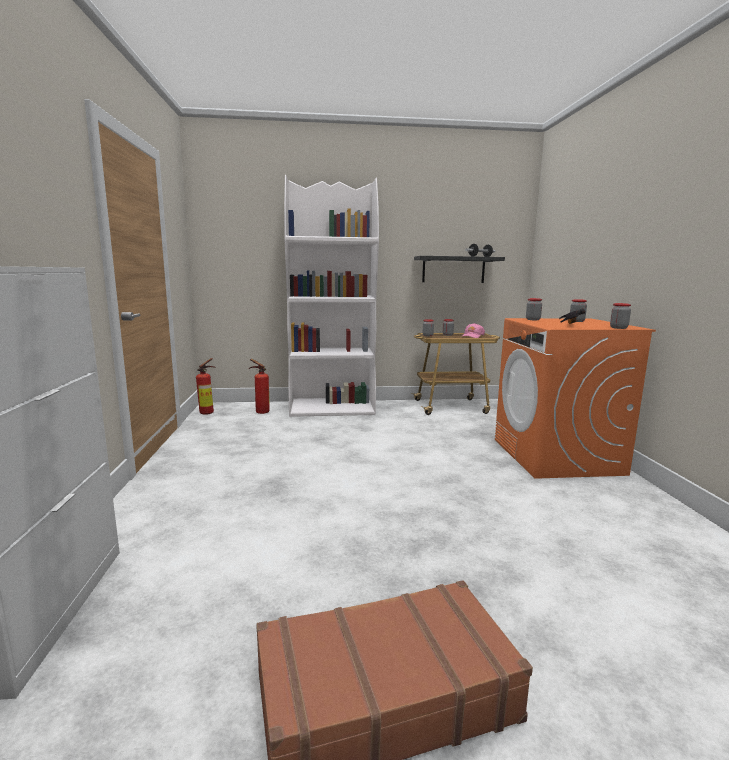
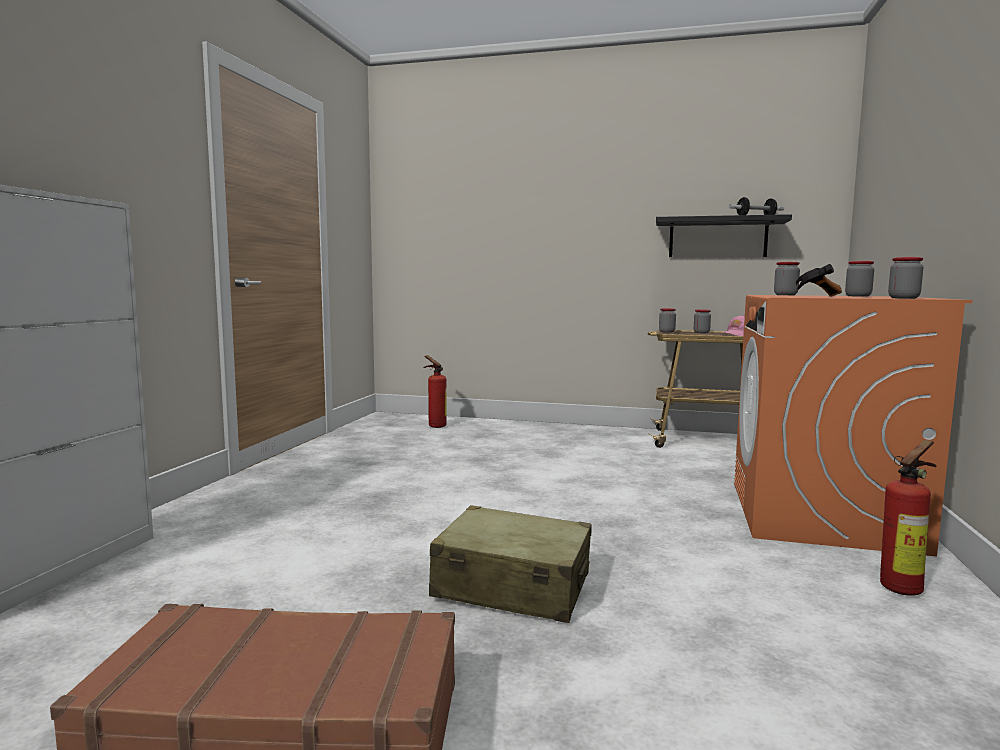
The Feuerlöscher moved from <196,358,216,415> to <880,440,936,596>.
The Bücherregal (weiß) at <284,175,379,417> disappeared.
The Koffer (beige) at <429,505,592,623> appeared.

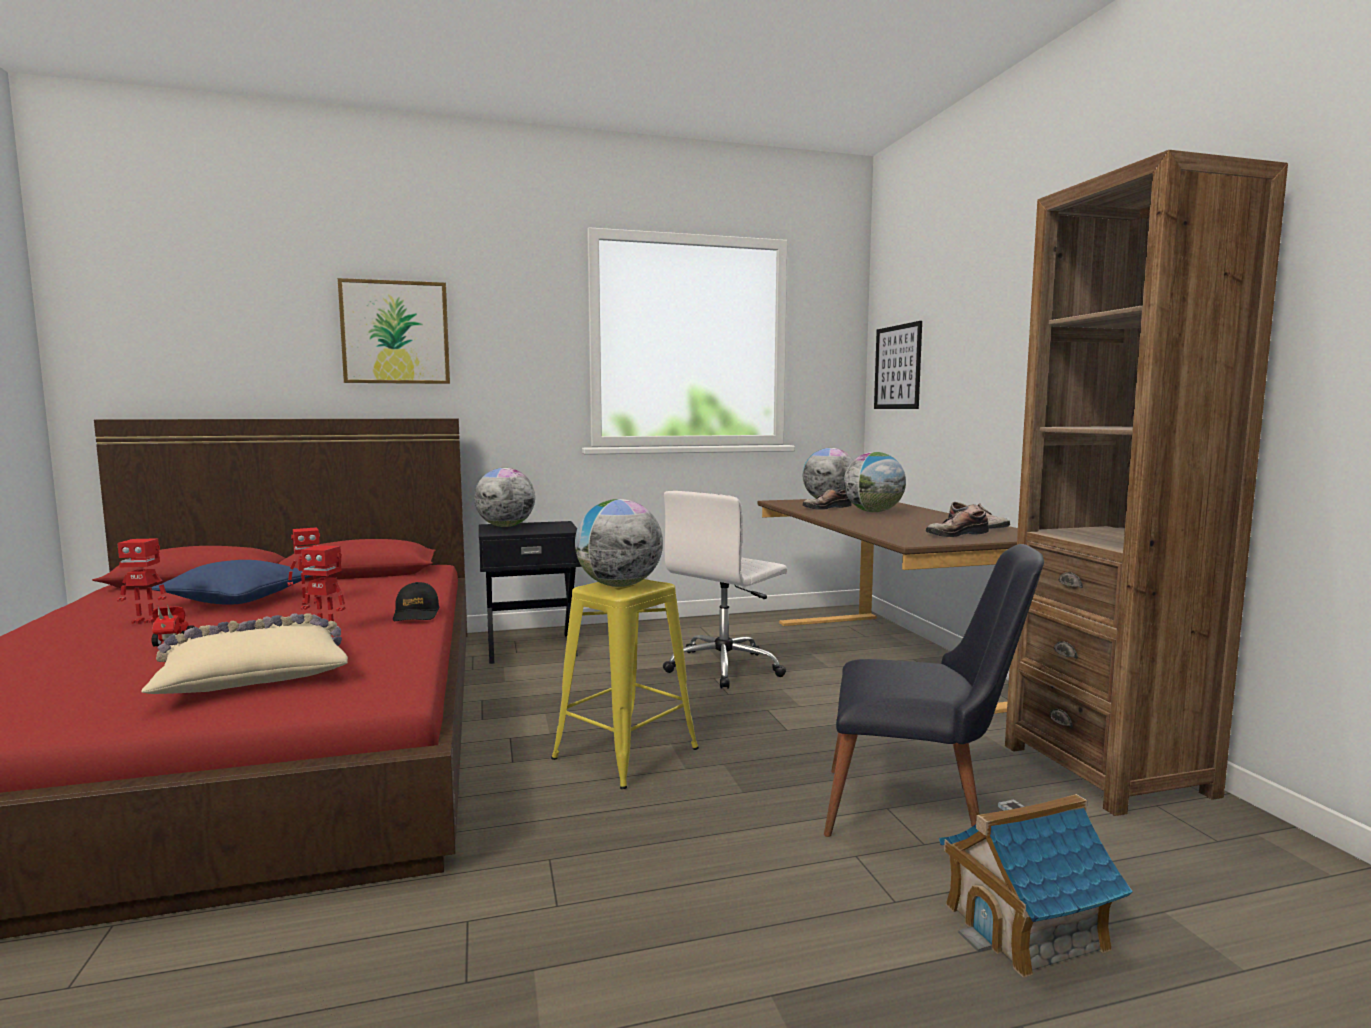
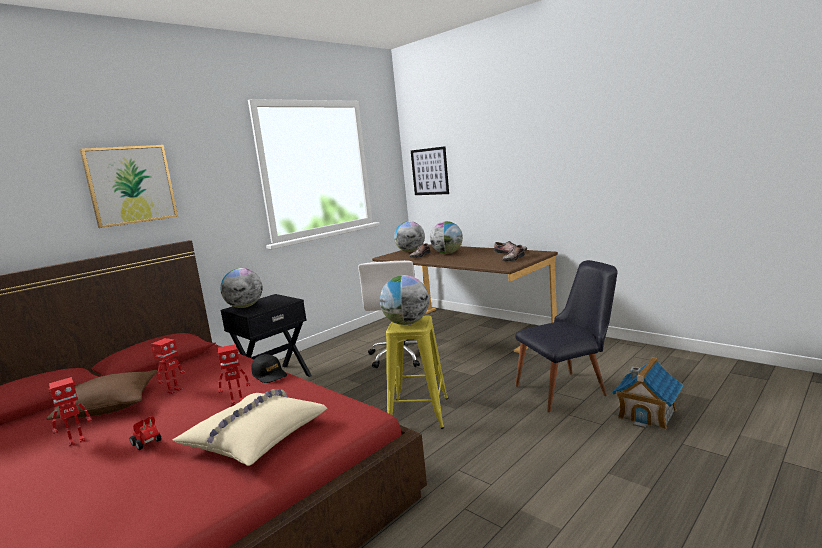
The Kissen (blau) at <152,560,312,605> became the Kissen (braun) at <46,370,157,420>.
The Bücherregal (braun) at <1005,150,1288,816> disappeared.

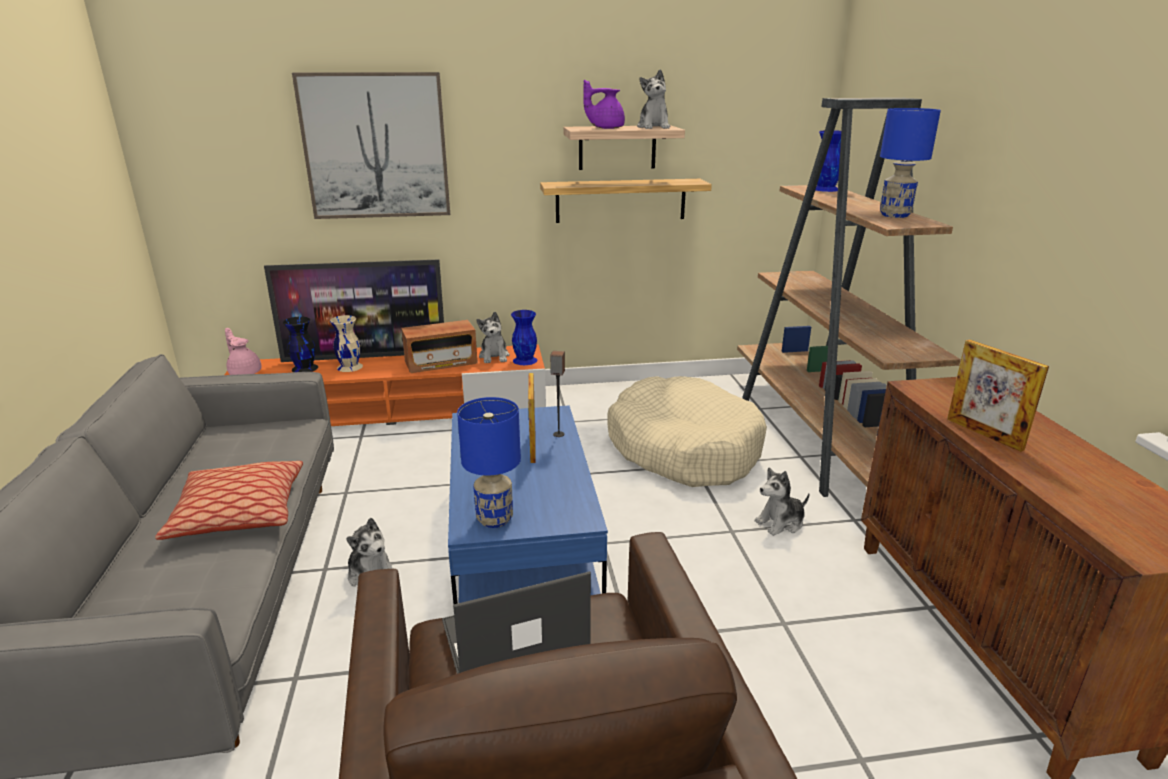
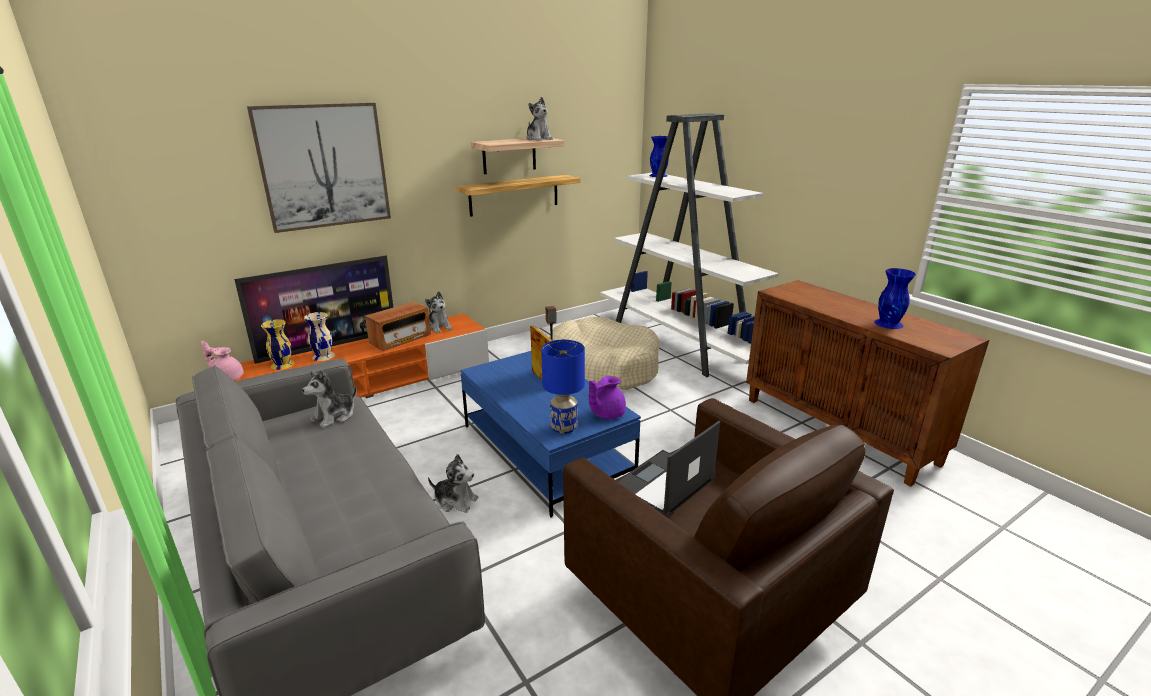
The Kissen at <155,461,303,540> disappeared.
The Vase (schwarz) at <283,317,318,372> became the Vase (gelb) at <261,319,295,370>.
The Vase (blau) moved from <511,310,537,365> to <874,268,916,329>.
The Teekanne (lila) moved from <583,80,625,129> to <589,376,626,419>.
The Bücherregal (braun) at <737,98,961,497> became the Bücherregal (weiß) at <600,113,779,377>.
The Plüschtier moved from <755,467,810,536> to <302,370,357,428>.
The Tischlampe (blau) at <880,108,941,218> disappeared.
The Bilderrahmen at <947,339,1049,452> disappeared.

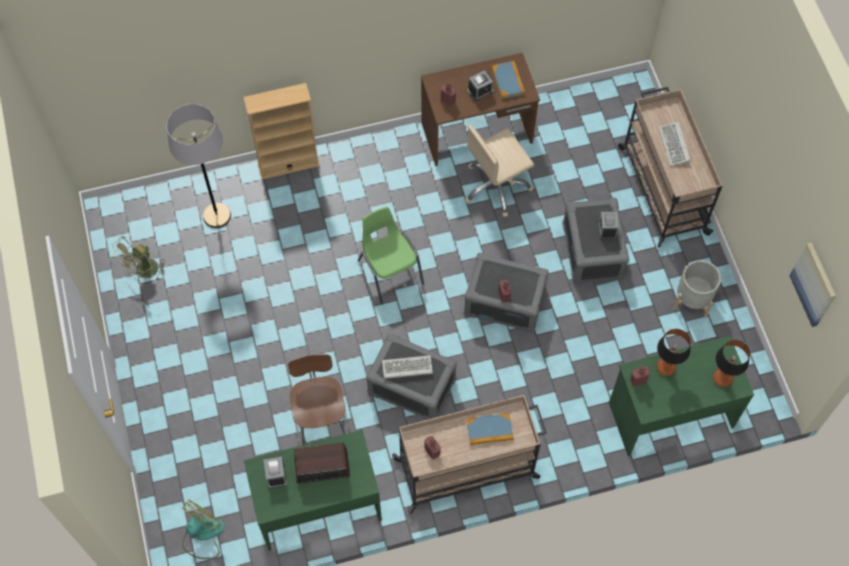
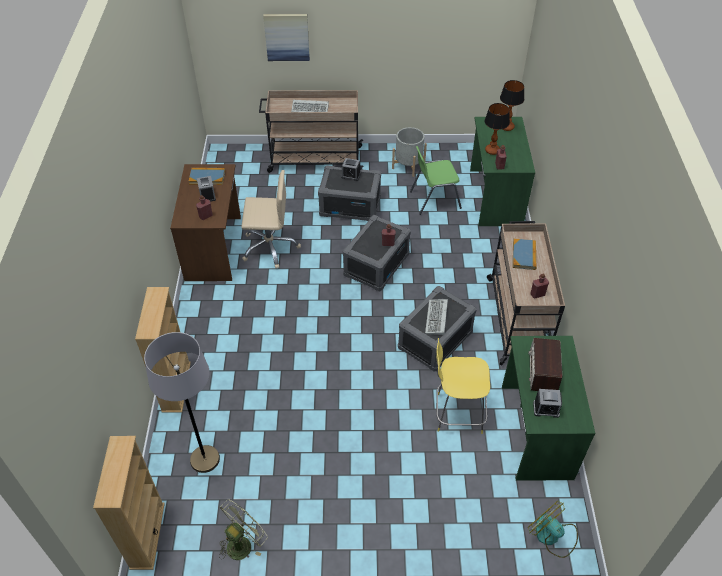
The Ventilator (grün) at <113,236,165,282> turned 105 degrees counterclockwise.
The Hocker (braun) at <288,354,348,445> became the Hocker (gelb) at <436,338,490,434>.
The Stuhl (grün) moved from <358,207,424,304> to <410,146,462,215>.
The Bürostuhl (beige) at <465,125,534,217> turned 75 degrees counterclockwise.
The Bild moved from <789,242,836,327> to <263,14,310,61>.
The Bücherregal (beige) at <93,436,165,570> appeared.

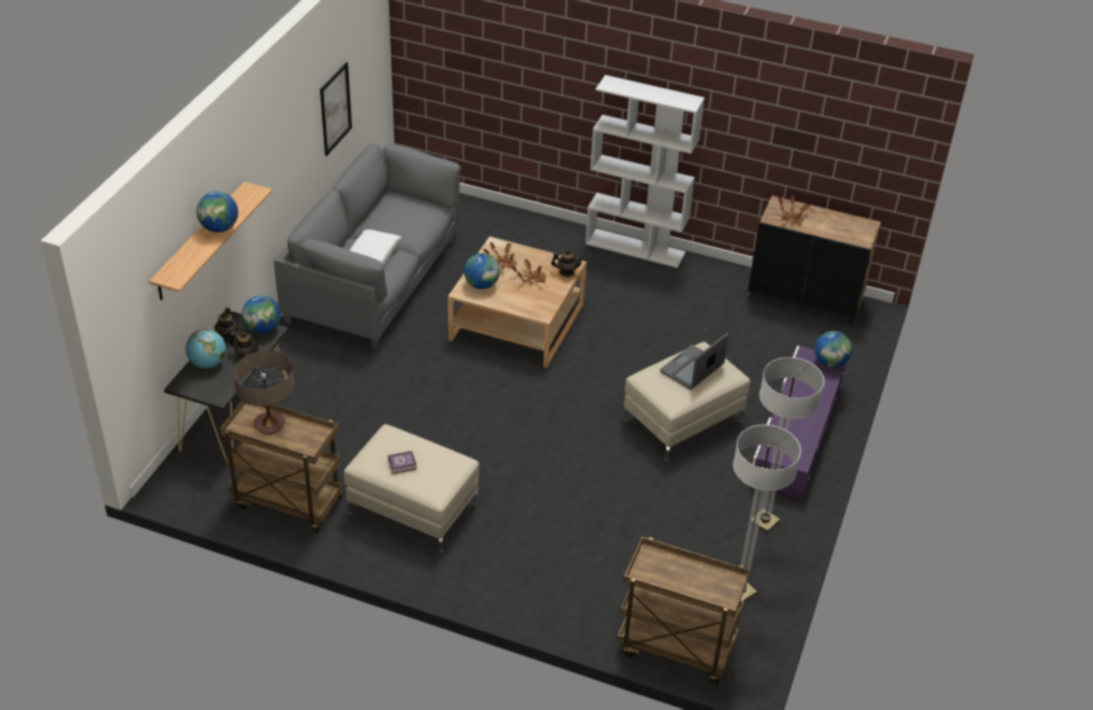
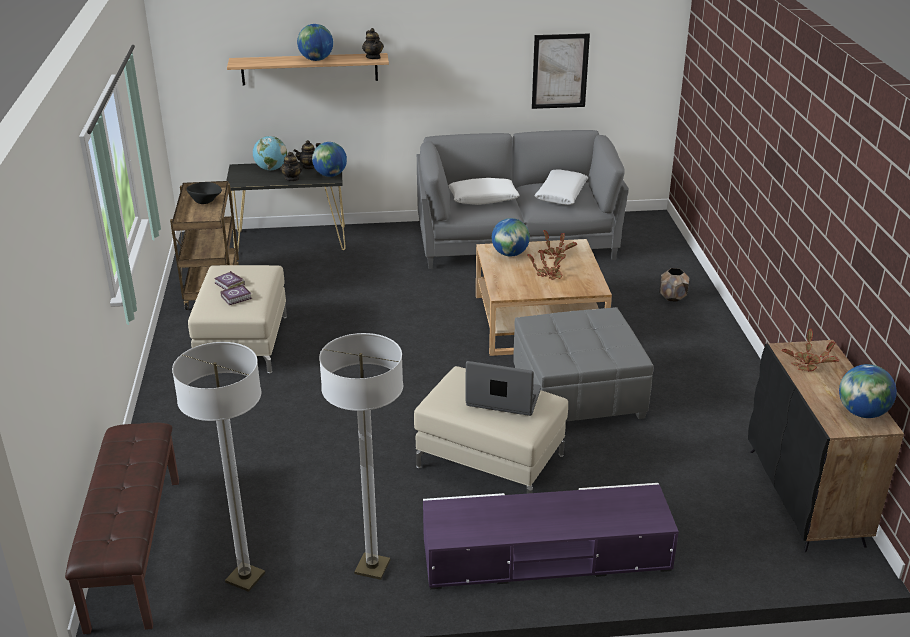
The Tischlampe at <233,350,294,435> was replaced by the Schüssel (schwarz) at <186,182,222,204>.
The Teekanne moved from <551,249,584,277> to <362,28,384,59>.
The Bücherregal (weiß) at <585,75,705,268> disappeared.
The Rollwagen (braun) at <617,537,750,685> was replaced by the Bank (braun) at <65,422,179,634>.
The Globus moved from <815,331,852,368> to <839,364,897,418>.
The Buch at <220,285,252,305> appeared.
The Polsterhocker (grau) at <513,307,654,422> appeared.
The Kissen (weiß) at <534,169,588,205> appeared.
The Pflanzkübel (braun) at <659,268,690,302> appeared.

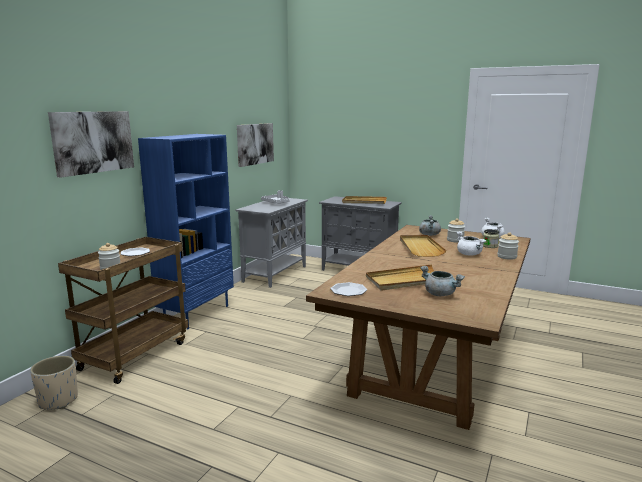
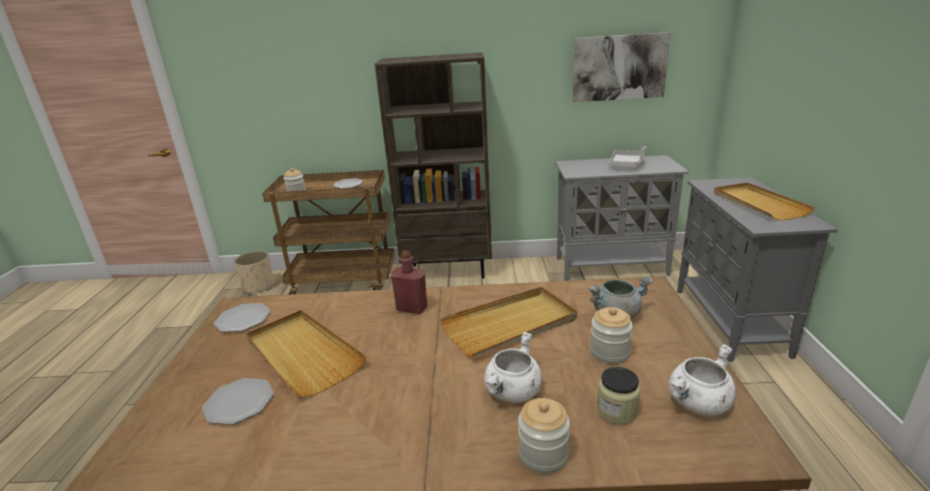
The Bild at <48,111,134,178> disappeared.
The Bücherregal (blau) at <138,134,234,330> became the Bücherregal (braun) at <375,53,492,279>.
The Kochtopf (grau) at <420,266,465,296> was replaced by the Teller at <202,378,274,425>.
The Flasche (rot) at <391,251,428,314> appeared.

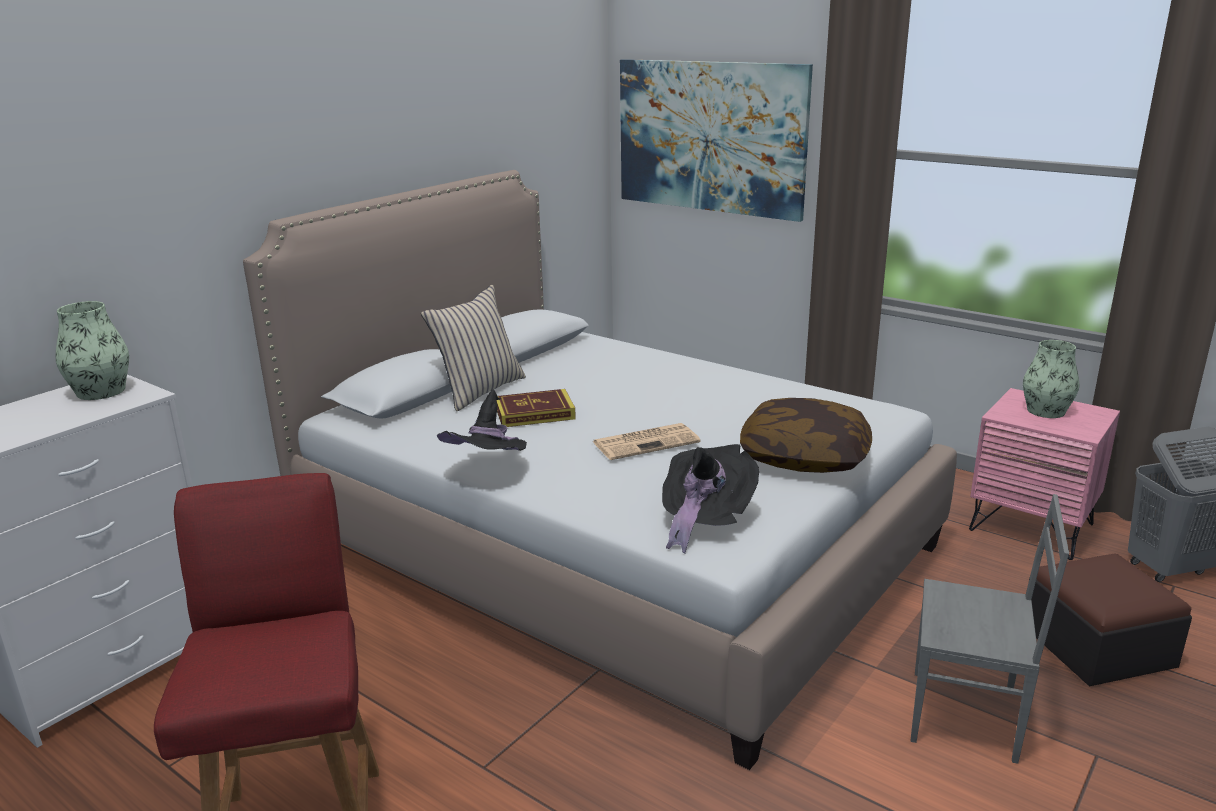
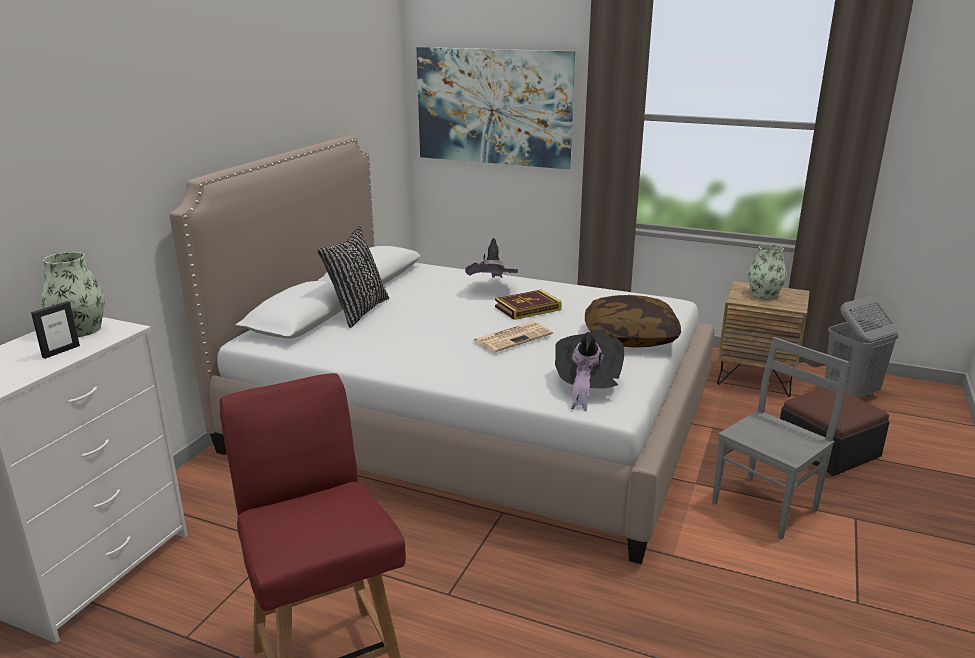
The Kissen (beige) at <421,285,526,411> became the Kissen (schwarz) at <317,226,389,328>.
The Hut (schwarz) moved from <437,389,527,451> to <465,238,518,278>.
The Buch moved from <496,389,576,427> to <495,290,562,320>.
The Stuhl (grau) at <911,494,1069,764> turned 45 degrees counterclockwise.
The Nachttisch (rosa) at <969,388,1120,560> became the Nachttisch (braun) at <717,281,810,397>.
The Bilderrahmen at <31,301,80,359> appeared.

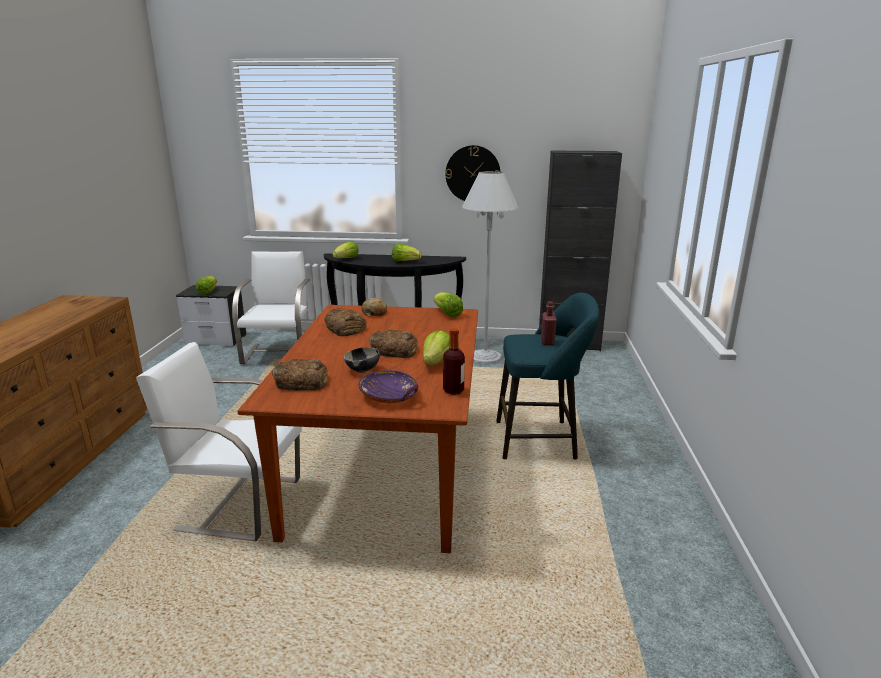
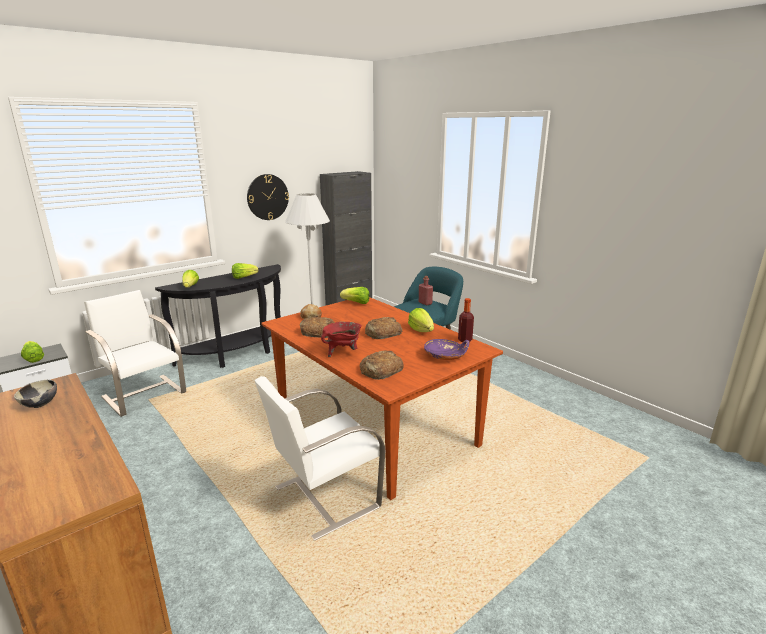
The Schüssel moved from <344,347,380,373> to <14,380,57,408>.
The Kochtopf (rot) at <321,322,362,357> appeared.

